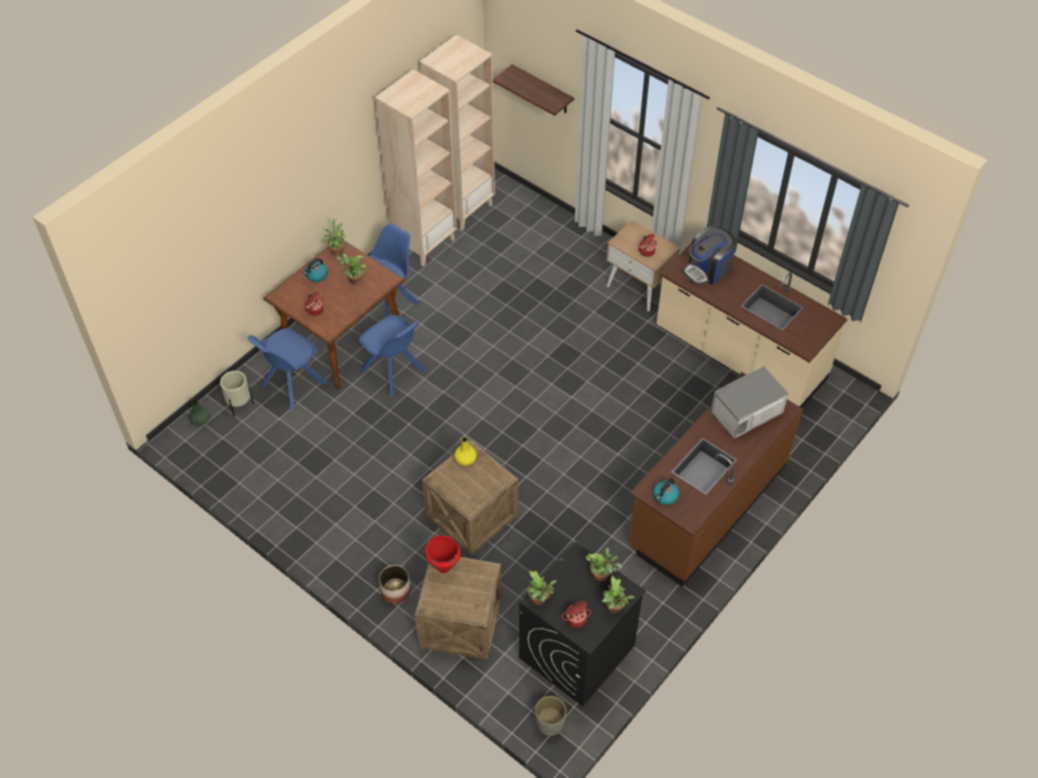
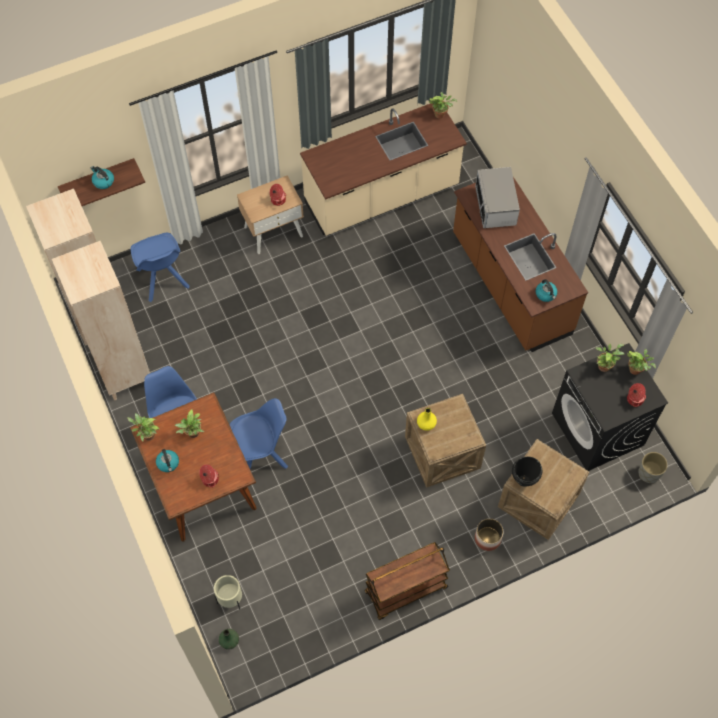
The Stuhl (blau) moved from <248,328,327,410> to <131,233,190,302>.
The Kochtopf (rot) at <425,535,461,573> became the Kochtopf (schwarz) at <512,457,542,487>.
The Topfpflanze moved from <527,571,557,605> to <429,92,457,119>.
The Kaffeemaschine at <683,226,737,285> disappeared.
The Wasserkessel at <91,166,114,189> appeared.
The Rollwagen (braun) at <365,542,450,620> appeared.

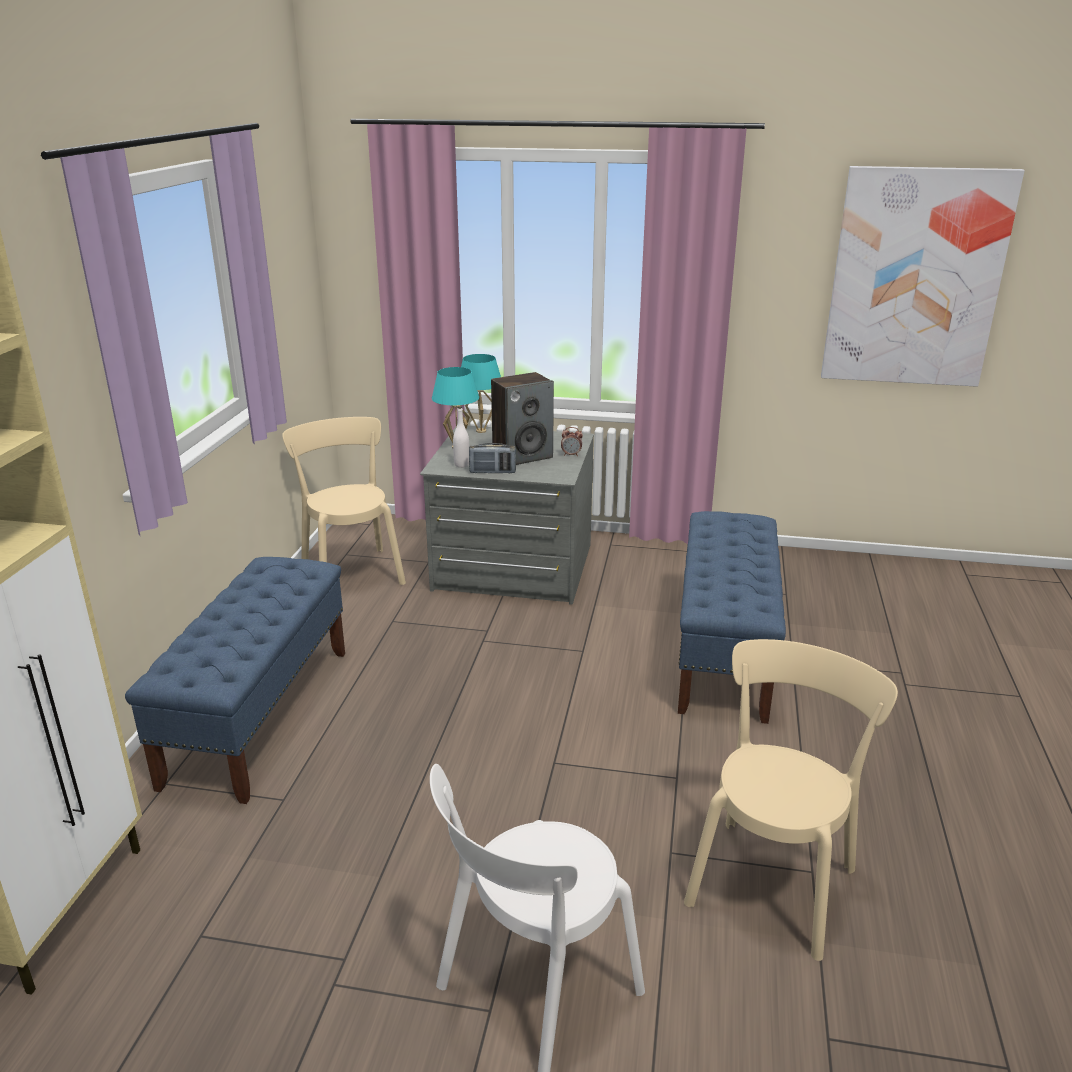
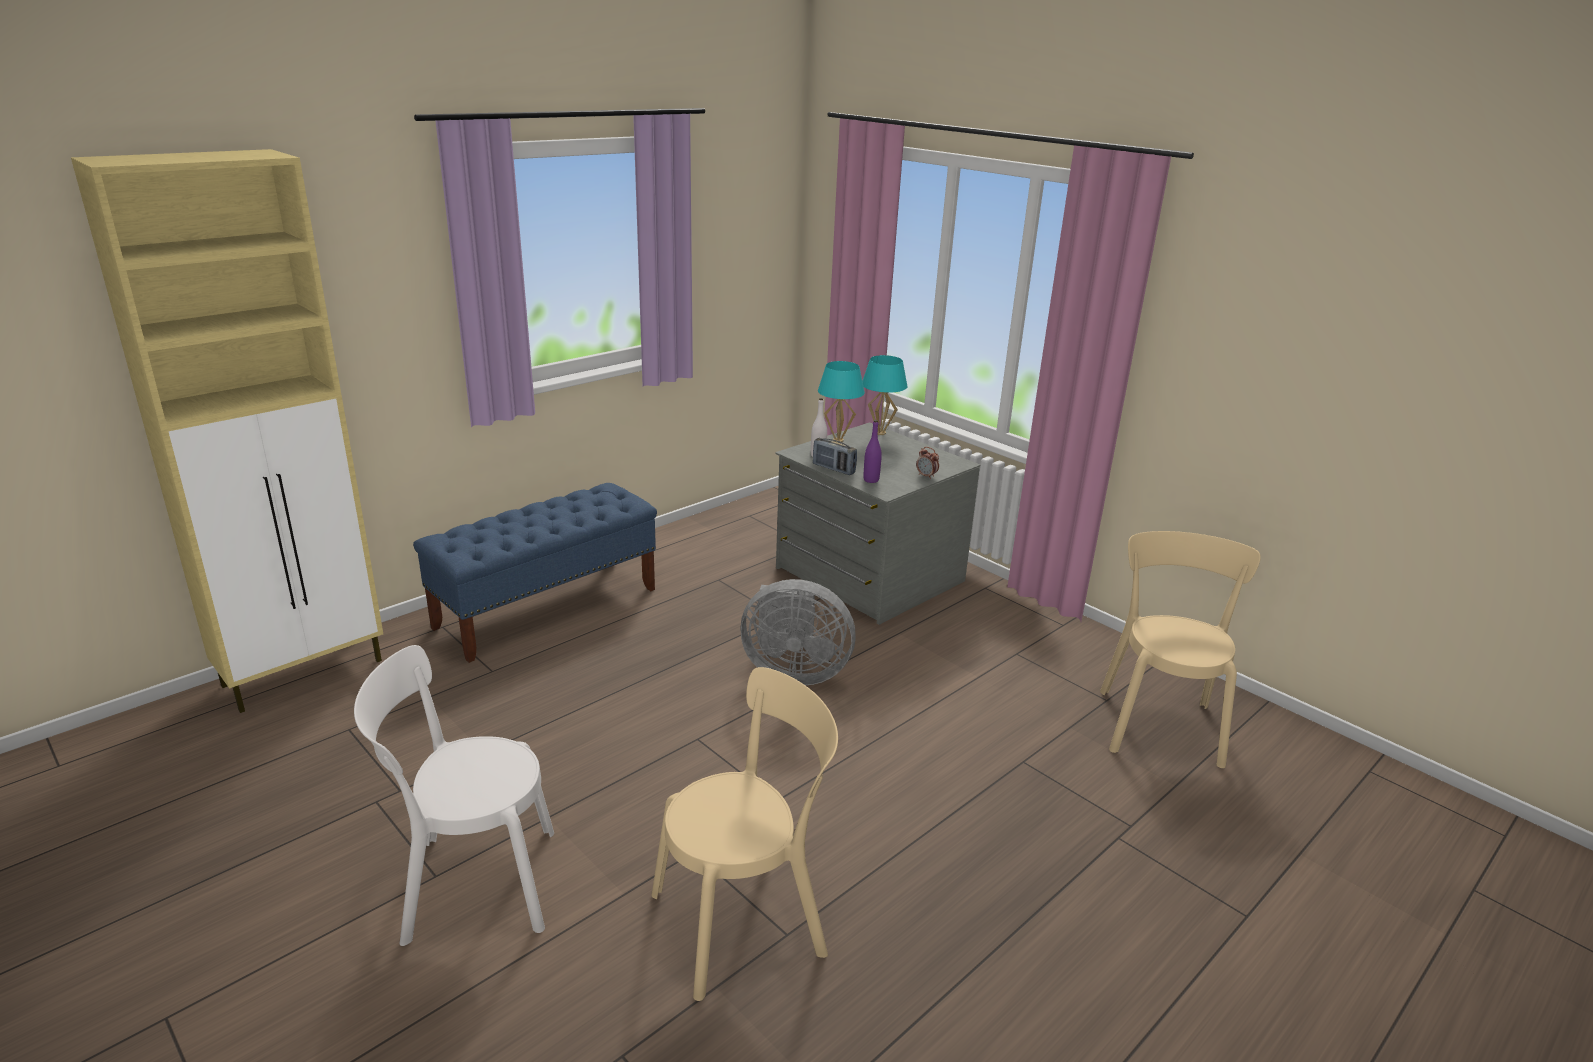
The Stuhl (beige) moved from <282,417,406,585> to <1100,531,1261,768>.
The Lautsprecher at <491,372,554,465> disappeared.
The Bank (blau) at <678,511,786,724> disappeared.
The Bild at <821,166,1025,387> disappeared.
The Ventilator (grau) at <740,579,856,685> appeared.
The Flasche (lila) at <864,420,882,483> appeared.

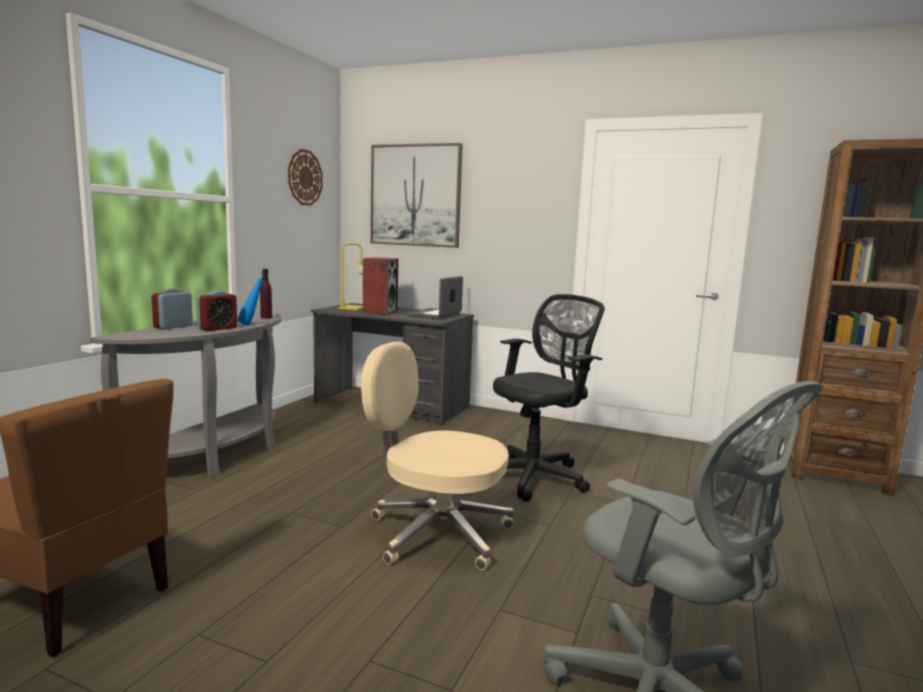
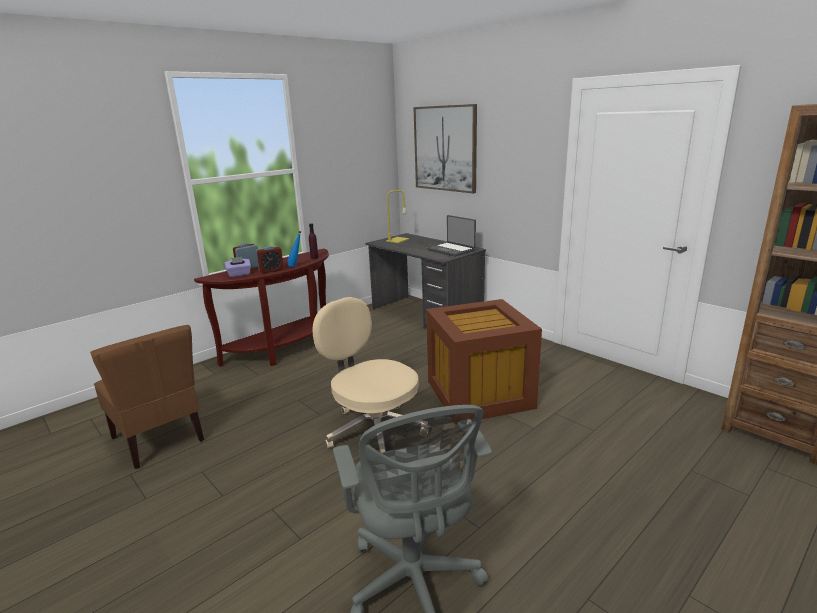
The Konsolentisch (grau) at <89,312,282,478> became the Konsolentisch (braun) at <194,249,329,367>.
The Wanduhr at <288,149,323,206> disappeared.
The Lautsprecher at <363,257,398,315> disappeared.
The Laptop at <406,276,463,319> turned 90 degrees counterclockwise.
The Bürostuhl (schwarz) at <493,294,605,502> was replaced by the Aufbewahrungsbox (braun) at <426,299,542,424>.
The Taschentuchbox (lila) at <224,257,251,277> appeared.

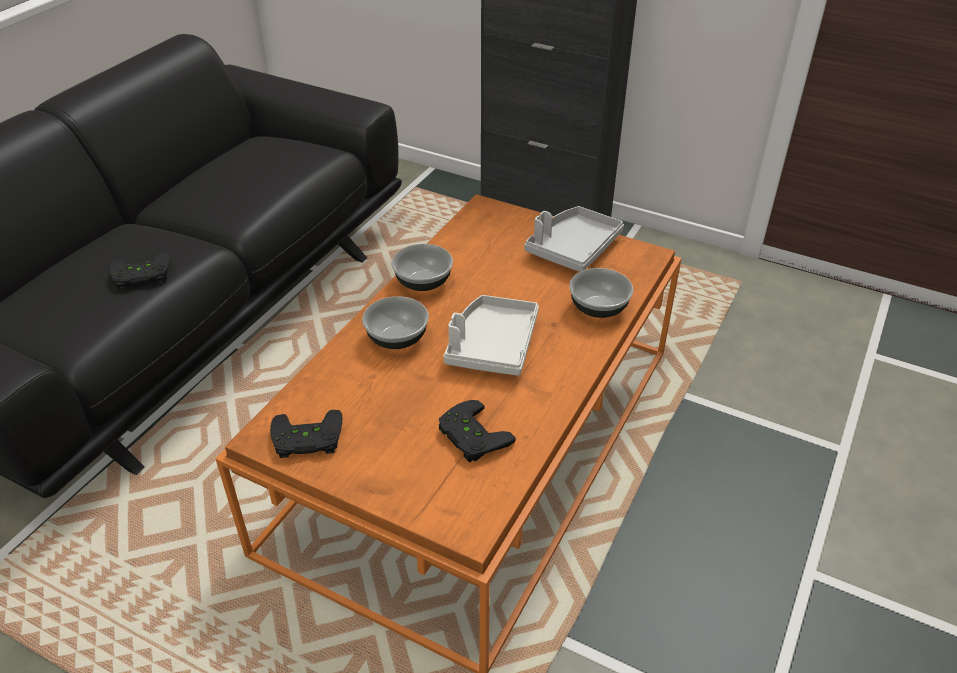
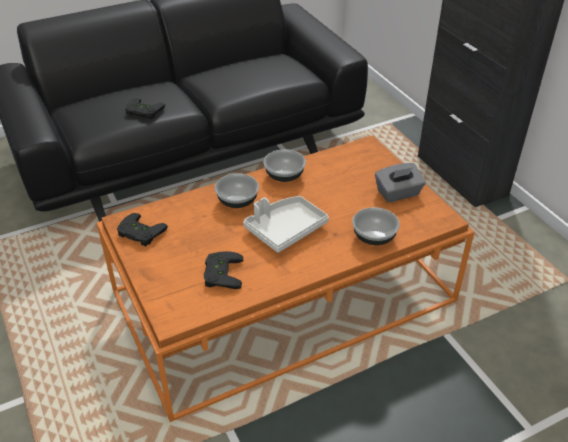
The Tablett (grau) at <524,206,624,272> was replaced by the Taschentuchbox (grau) at <375,163,426,203>.

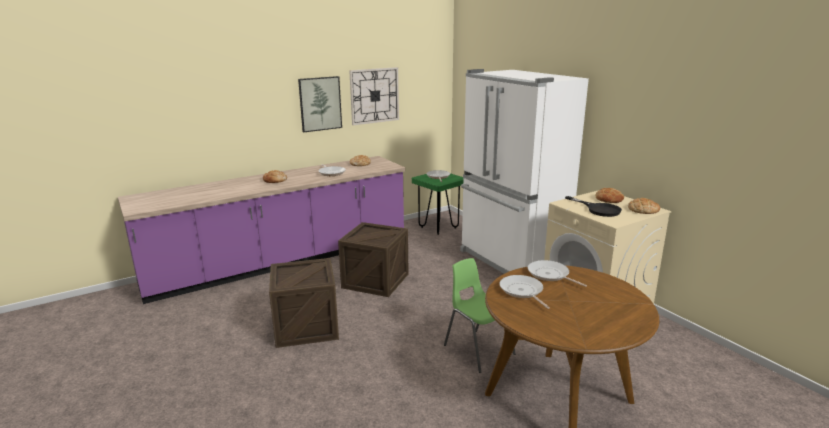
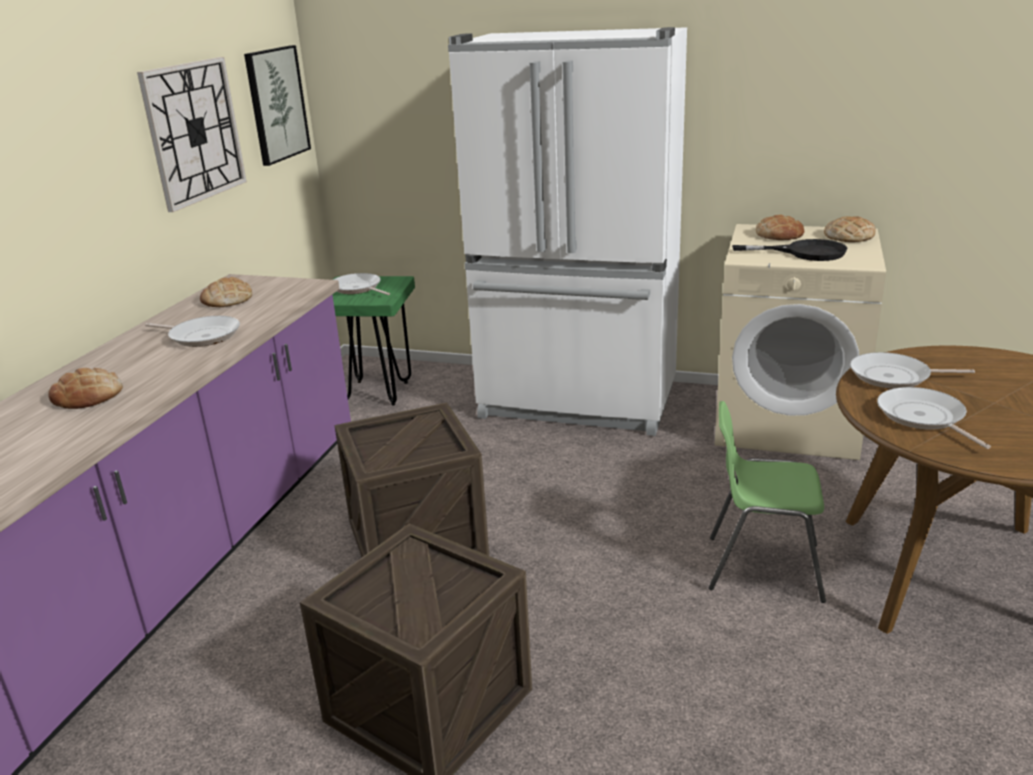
The Bild moved from <298,76,342,132> to <244,45,311,166>.
The Pfanne at <499,275,550,309> turned 45 degrees clockwise.

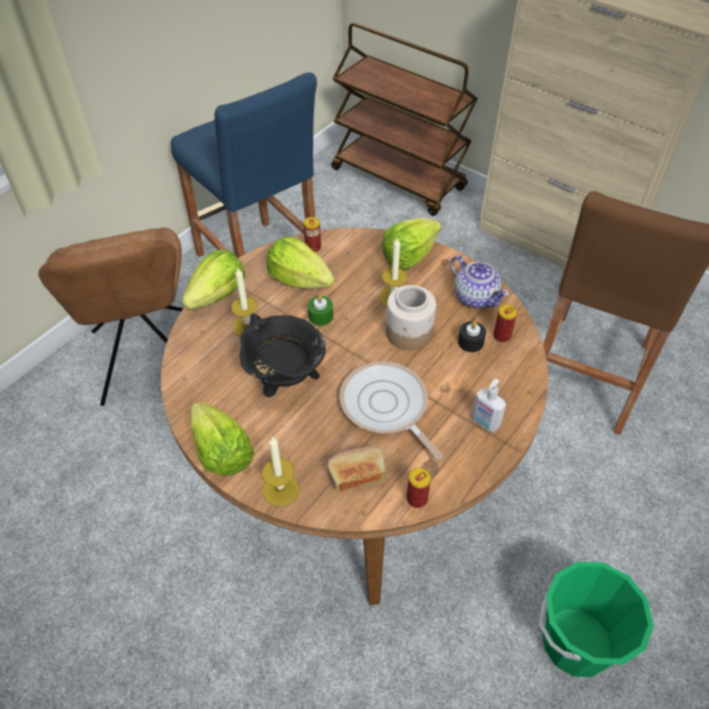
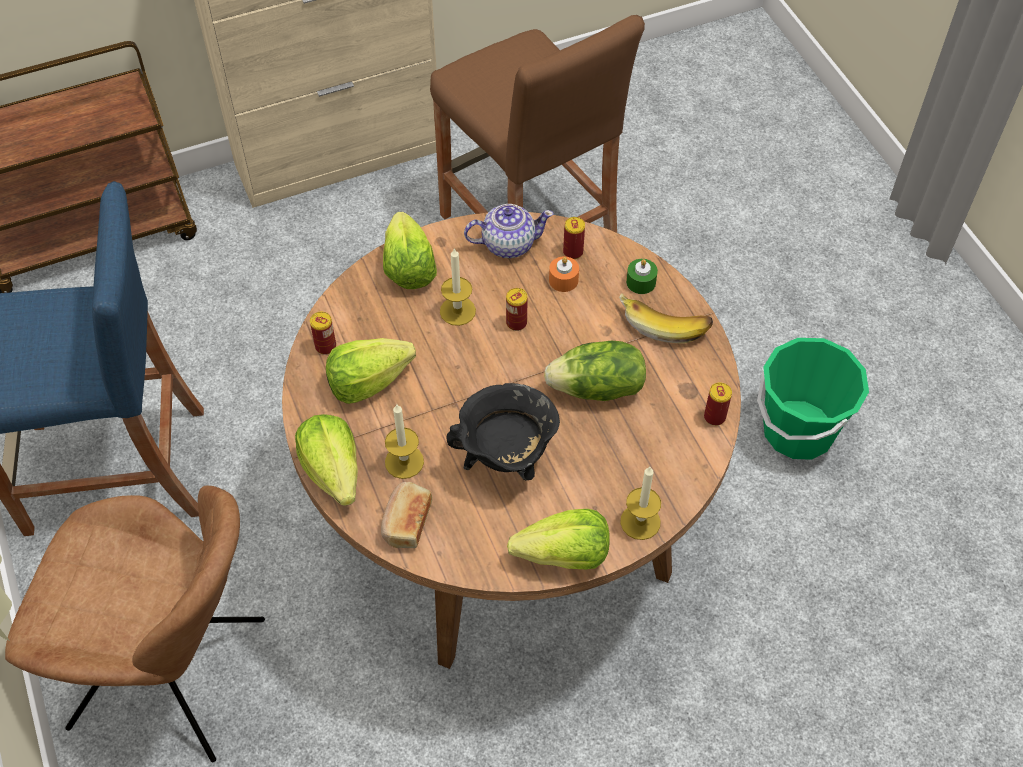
The Kerze (grün) moved from <308,295,333,326> to <626,259,658,294>.
The Brot moved from <327,446,386,492> to <381,482,432,548>.
The Pfanne at <340,361,443,460> was replaced by the Salatkopf at <544,341,646,401>.
The Vorratsglas at <386,285,436,350> was replaced by the Dose at <506,288,528,331>.
The Kerze (schwarz) at <458,321,486,352> became the Kerze (orange) at <549,256,579,292>.
The Seifenspender at <471,379,506,432> was replaced by the Banane at <619,293,713,343>.

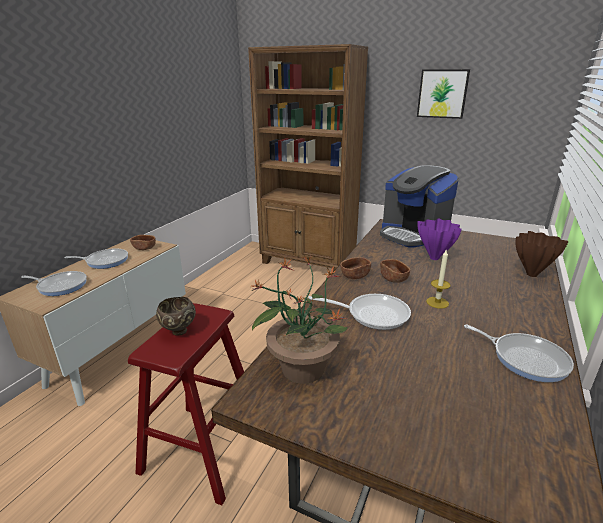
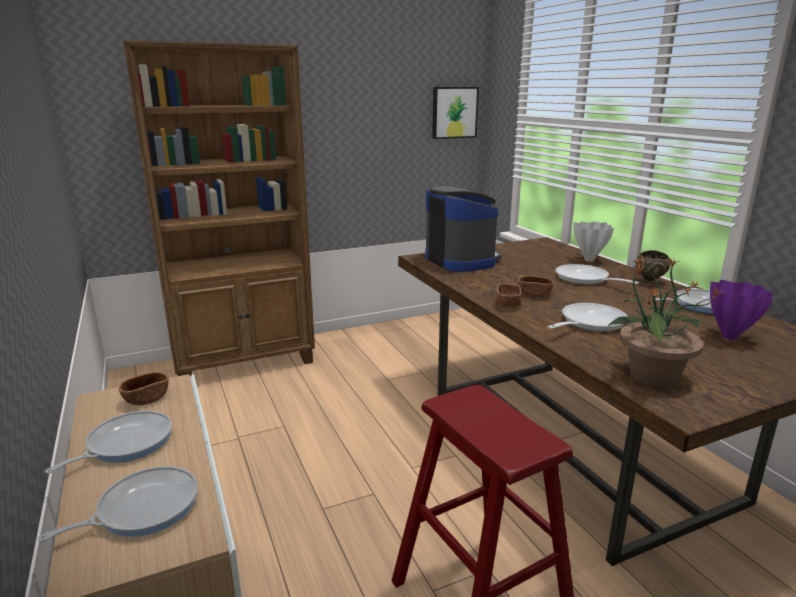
The Schüssel (braun) moved from <156,297,196,336> to <636,250,671,284>.
The Kaffeemaschine at <380,165,459,248> turned 120 degrees counterclockwise.
The Bild moved from <417,69,470,119> to <432,87,479,139>.
The Vase (lila) moved from <417,219,462,260> to <710,280,773,340>.
The Kerze at <426,250,451,309> disappeared.
The Vase (braun) at <516,231,569,277> became the Vase (weiß) at <573,222,614,261>.
The Pfanne at <555,264,639,285> appeared.

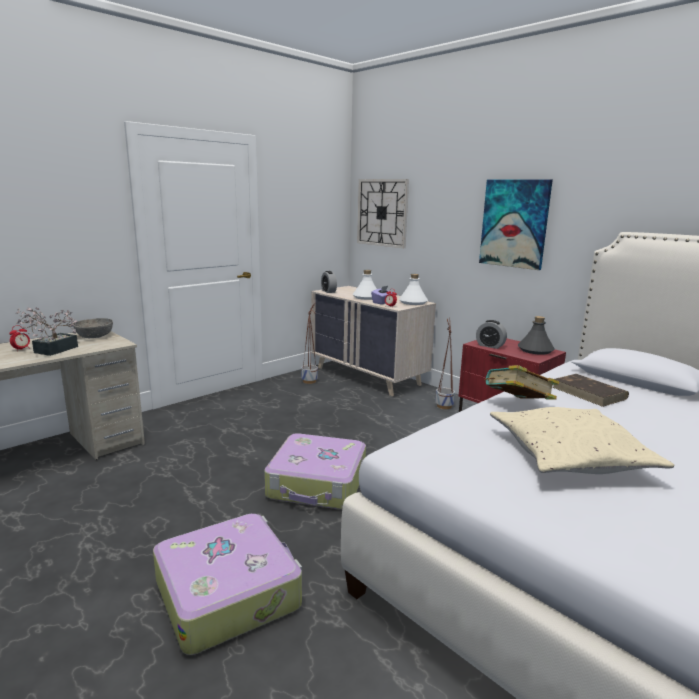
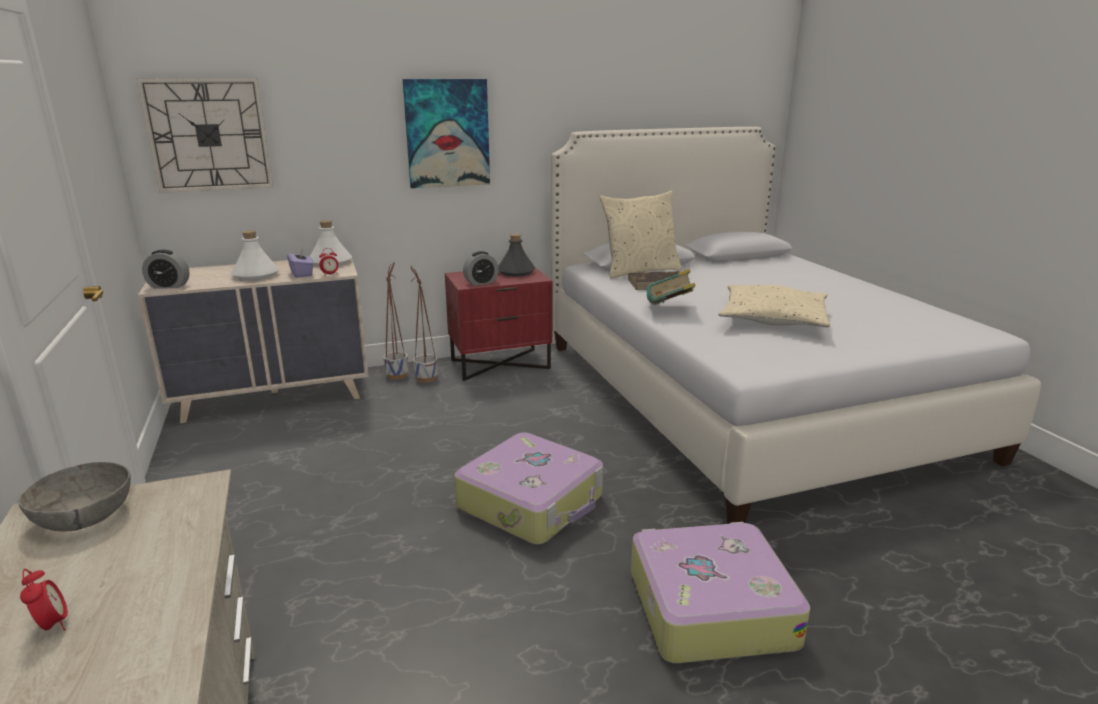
The Topfpflanze at <16,307,78,356> disappeared.
The Pflanzkübel moved from <301,303,318,384> to <383,262,409,379>.
The Kissen (beige) at <600,190,682,279> appeared.

